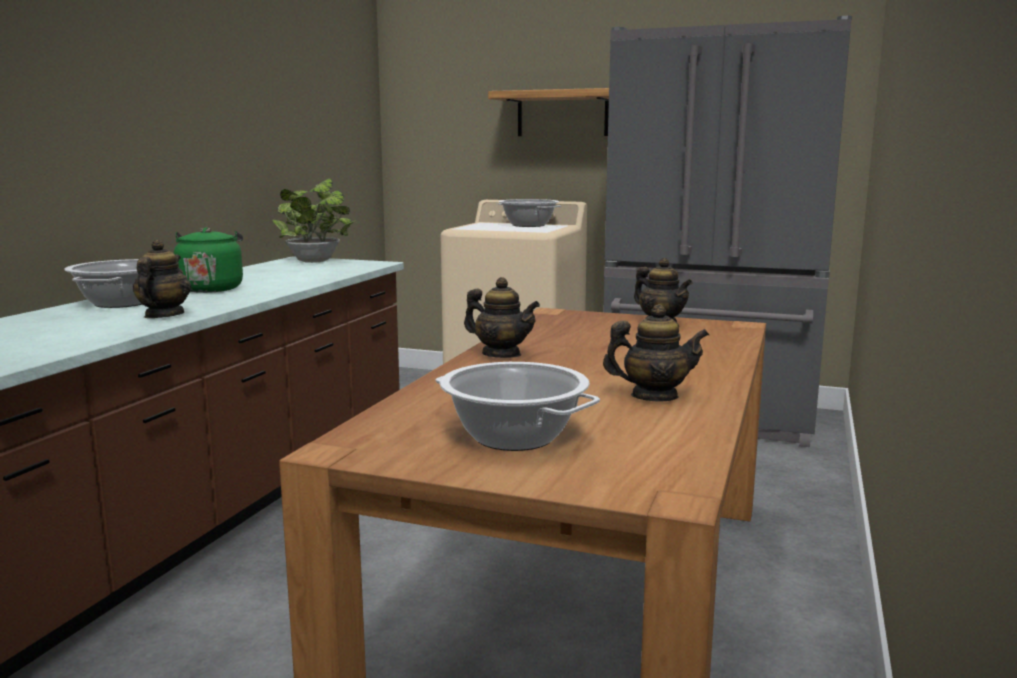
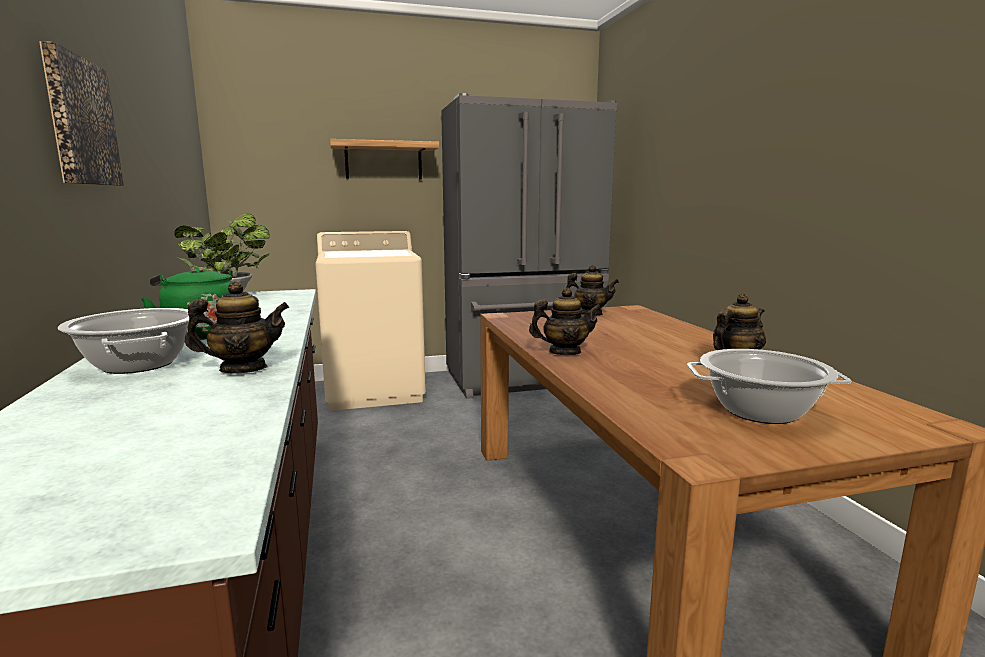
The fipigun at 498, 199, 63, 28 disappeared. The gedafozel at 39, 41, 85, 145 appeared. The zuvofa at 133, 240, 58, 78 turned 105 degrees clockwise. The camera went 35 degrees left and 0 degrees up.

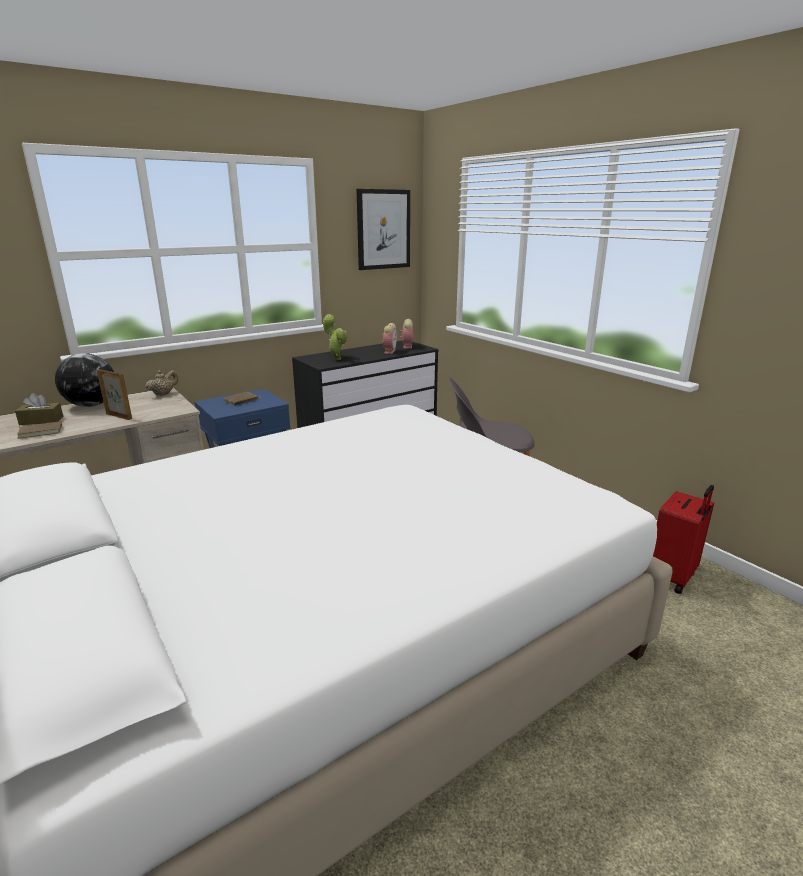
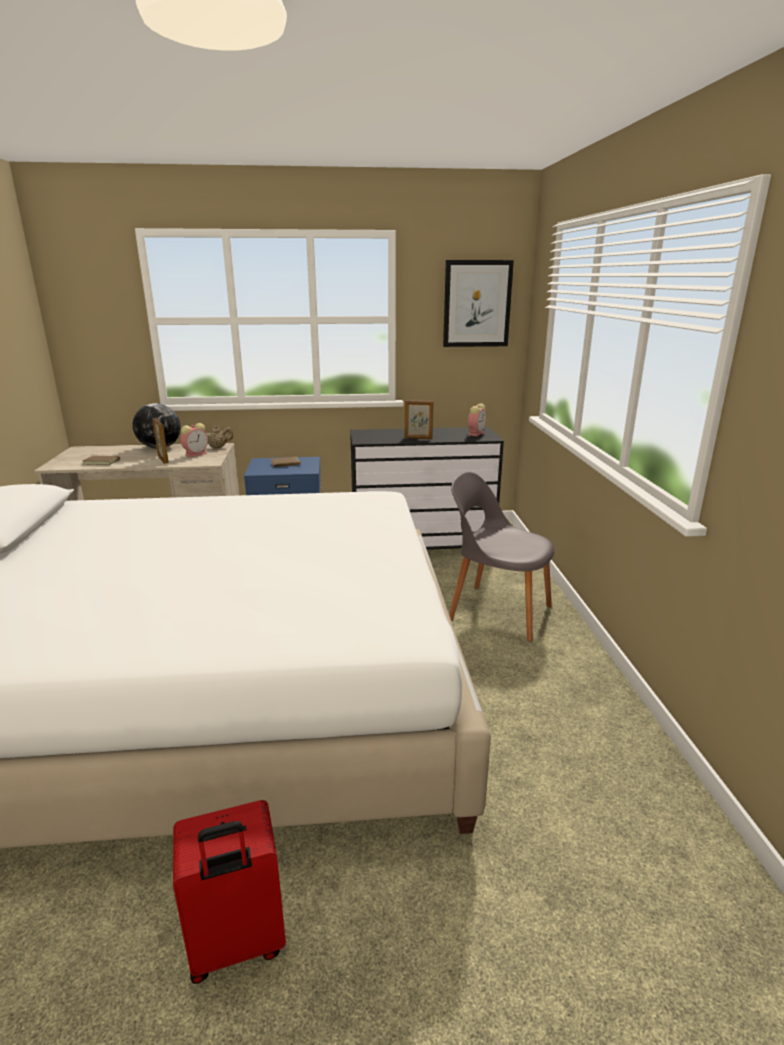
The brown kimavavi at 15, 393, 48, 32 disappeared. The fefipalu at 323, 314, 25, 46 disappeared. The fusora at 405, 400, 29, 39 appeared. The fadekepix moved from 382, 323, 15, 31 to 181, 423, 27, 34. The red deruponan moved from 653, 485, 61, 109 to 173, 800, 113, 184. The camera went 30 degrees right and 0 degrees up.

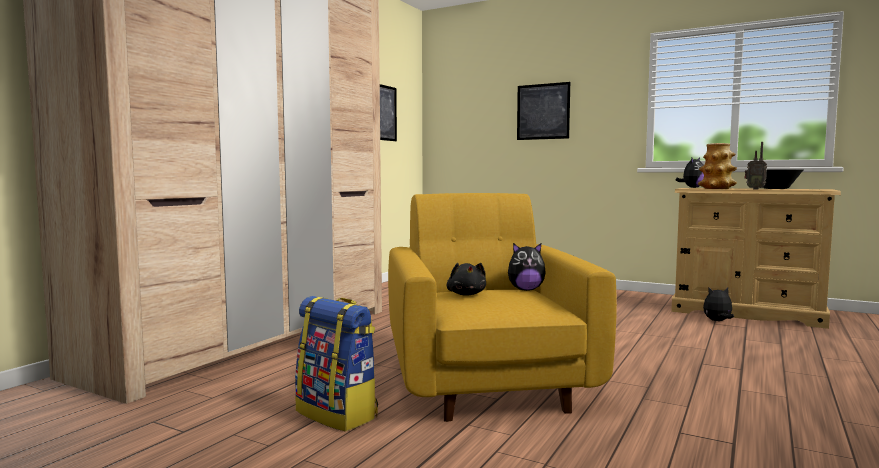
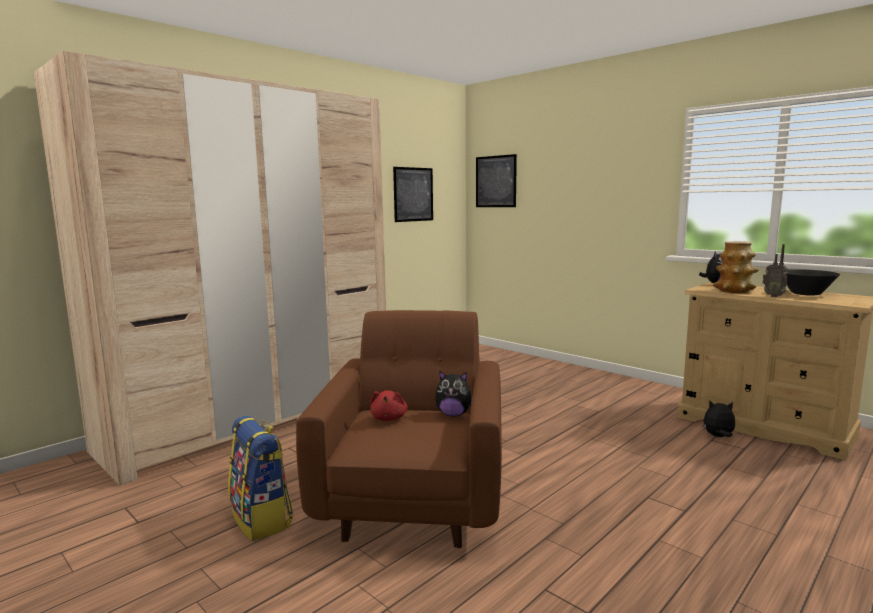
The gedafozel moved from 517, 82, 53, 58 to 476, 154, 41, 53. The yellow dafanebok at 388, 193, 229, 229 became the brown dafanebok at 296, 310, 206, 238. The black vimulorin at 447, 263, 39, 33 became the red vimulorin at 370, 390, 38, 31. The camera went 15 degrees right and 5 degrees up.

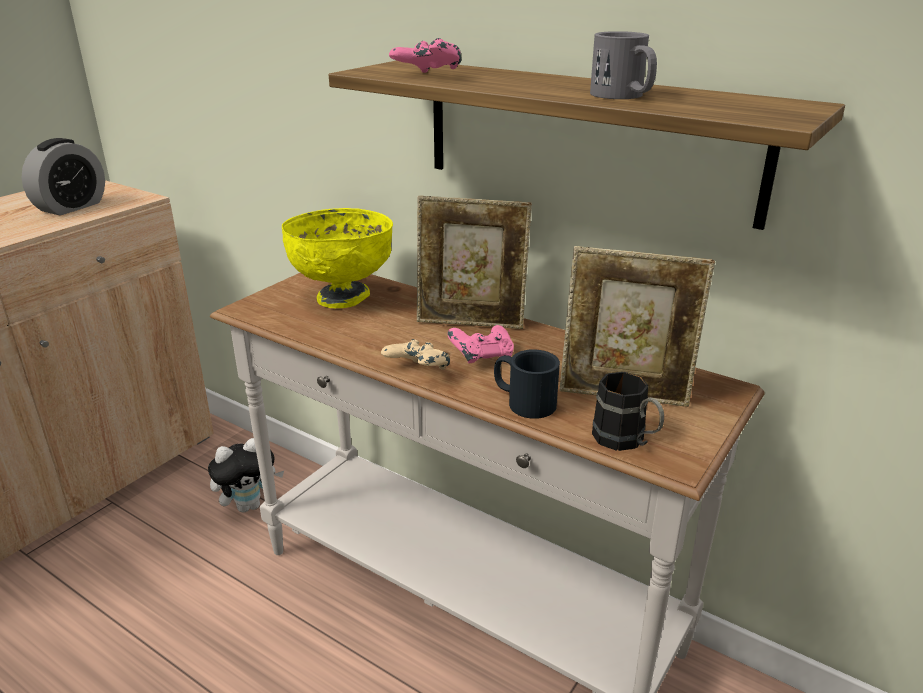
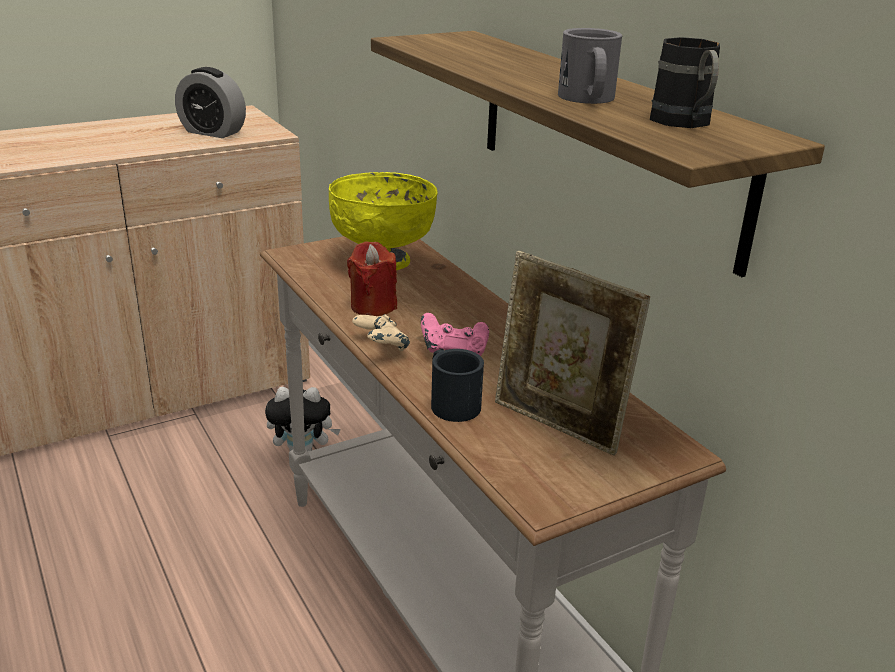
The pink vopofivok at 389, 38, 72, 35 disappeared. The fusora at 417, 195, 115, 134 disappeared. The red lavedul at 347, 242, 50, 74 appeared. The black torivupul moved from 592, 372, 72, 79 to 650, 37, 70, 91. The fadekepix at 21, 138, 84, 78 turned 60 degrees clockwise. The camera went 25 degrees right and 0 degrees up.

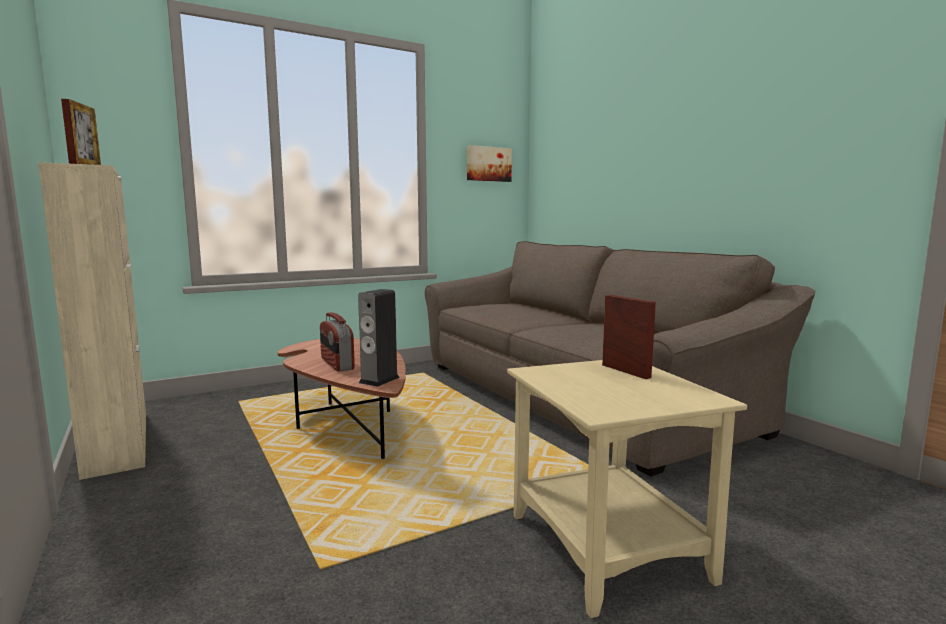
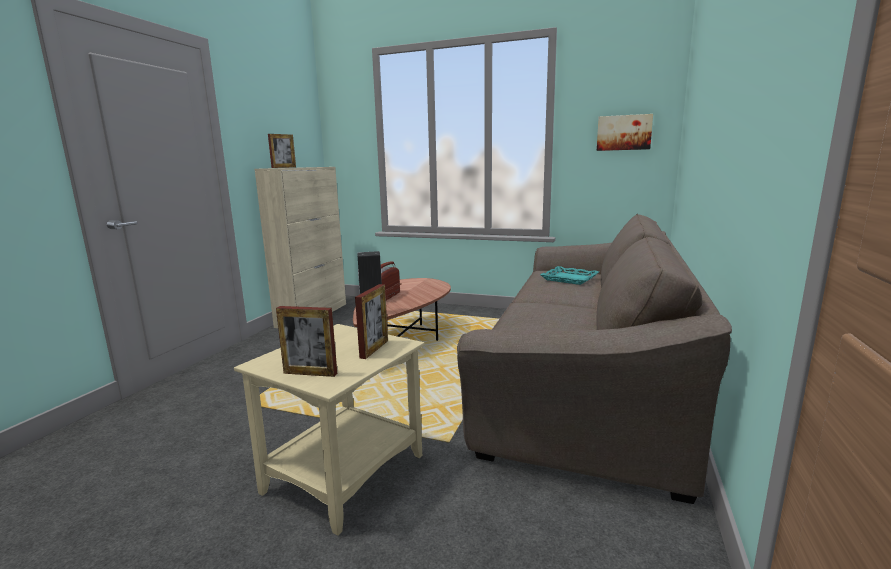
The fusora at 276, 306, 61, 71 appeared. The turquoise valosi at 540, 266, 59, 19 appeared. The camera went 50 degrees right and 5 degrees up.

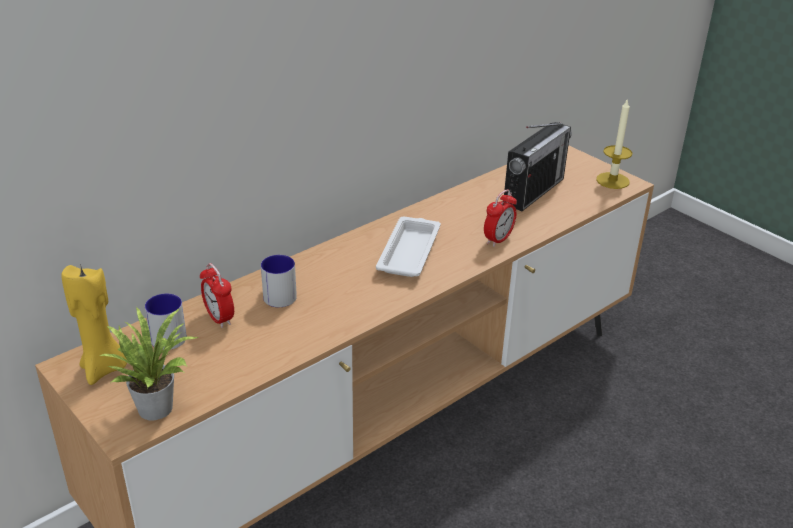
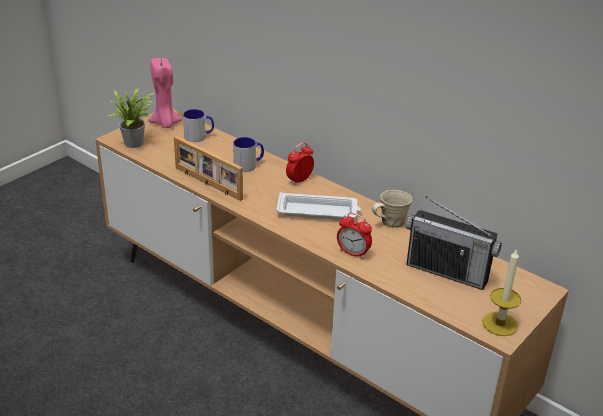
The fusora at 174, 136, 69, 65 appeared. The beige torivupul at 372, 190, 40, 37 appeared. The fadekepix moved from 200, 263, 34, 65 to 286, 143, 28, 42. The yellow lavedul at 61, 264, 66, 121 became the pink lavedul at 148, 58, 34, 70. The camera went 80 degrees right and 0 degrees up.

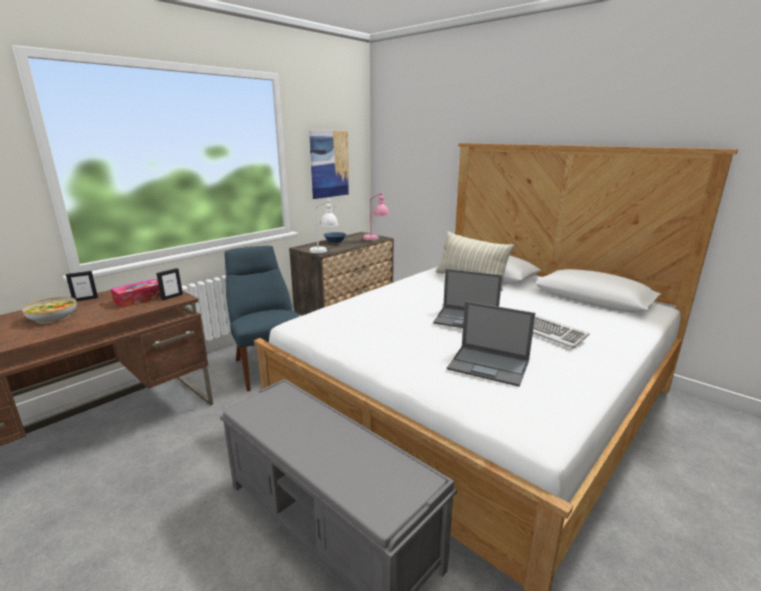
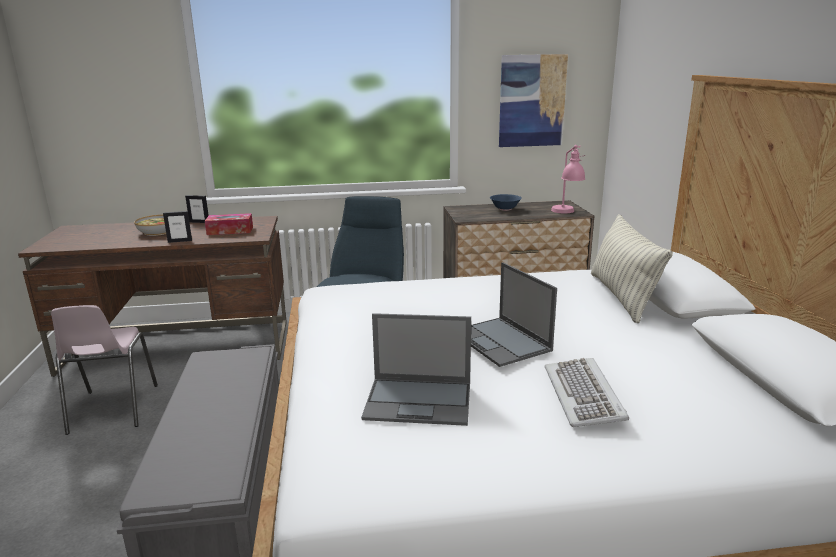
The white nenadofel at 309, 199, 29, 54 disappeared. The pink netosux at 51, 305, 107, 130 appeared. The fusora moved from 156, 268, 27, 33 to 163, 211, 29, 32. The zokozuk at 447, 301, 88, 86 turned 60 degrees counterclockwise. The camera went 40 degrees right and 0 degrees up.

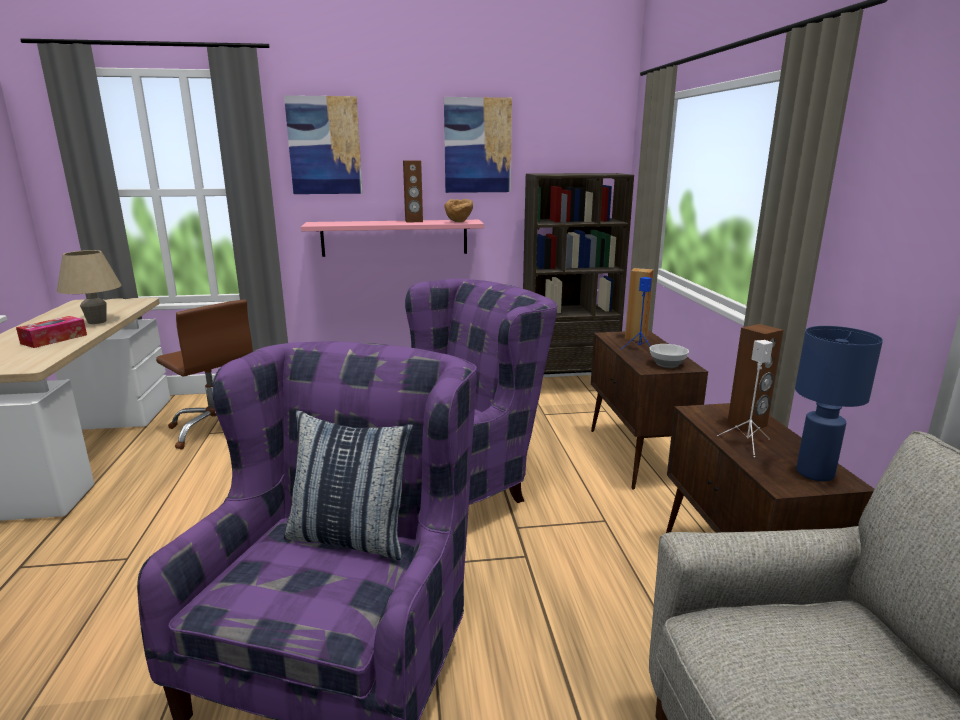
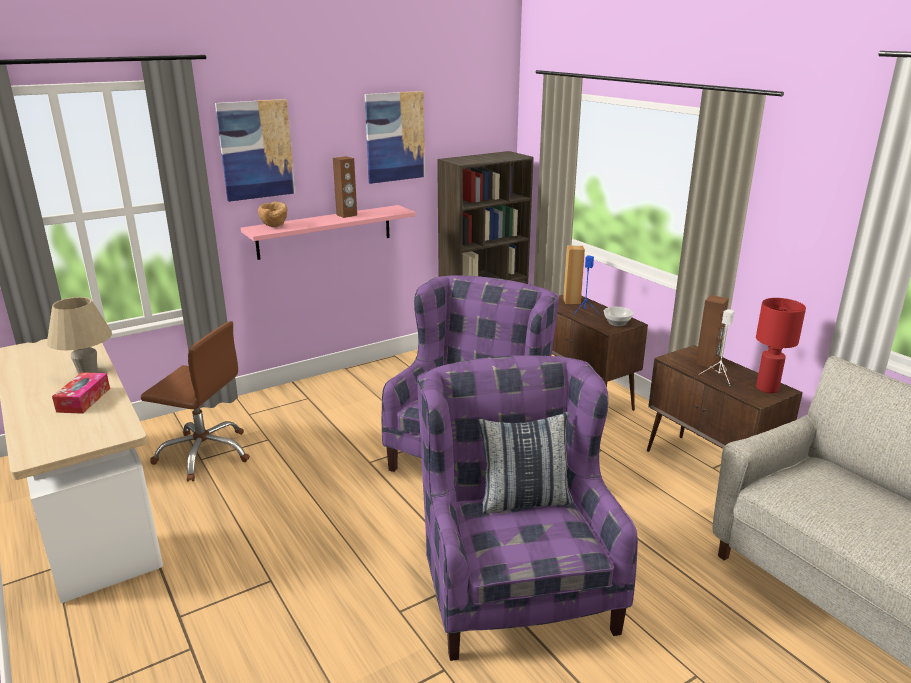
The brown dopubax moved from 444, 199, 29, 23 to 258, 202, 29, 25. The blue nenadofel at 795, 326, 88, 155 became the red nenadofel at 756, 298, 50, 95. The camera went 25 degrees left and 5 degrees up.

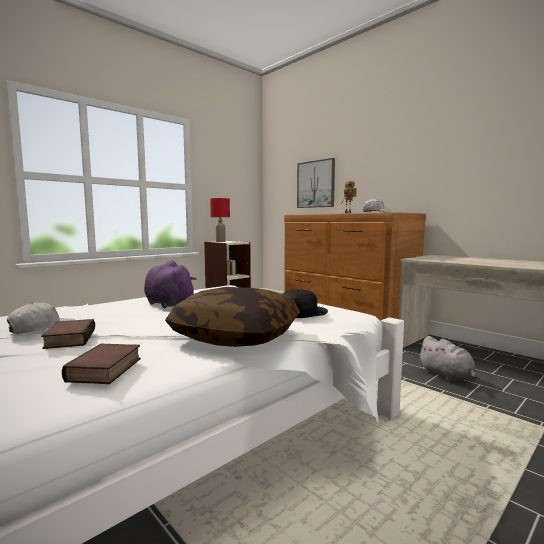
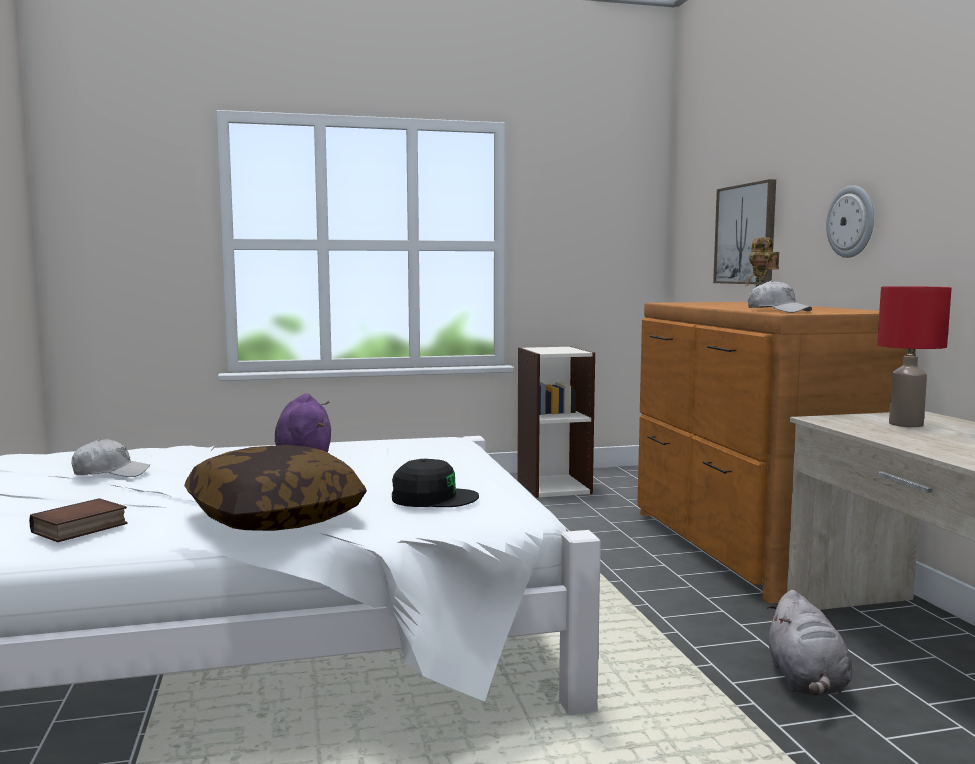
The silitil at 41, 319, 54, 30 disappeared. The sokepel at 826, 185, 48, 73 appeared. The red nenadofel moved from 210, 198, 20, 44 to 877, 286, 75, 141. The camera went 30 degrees right and 0 degrees up.

